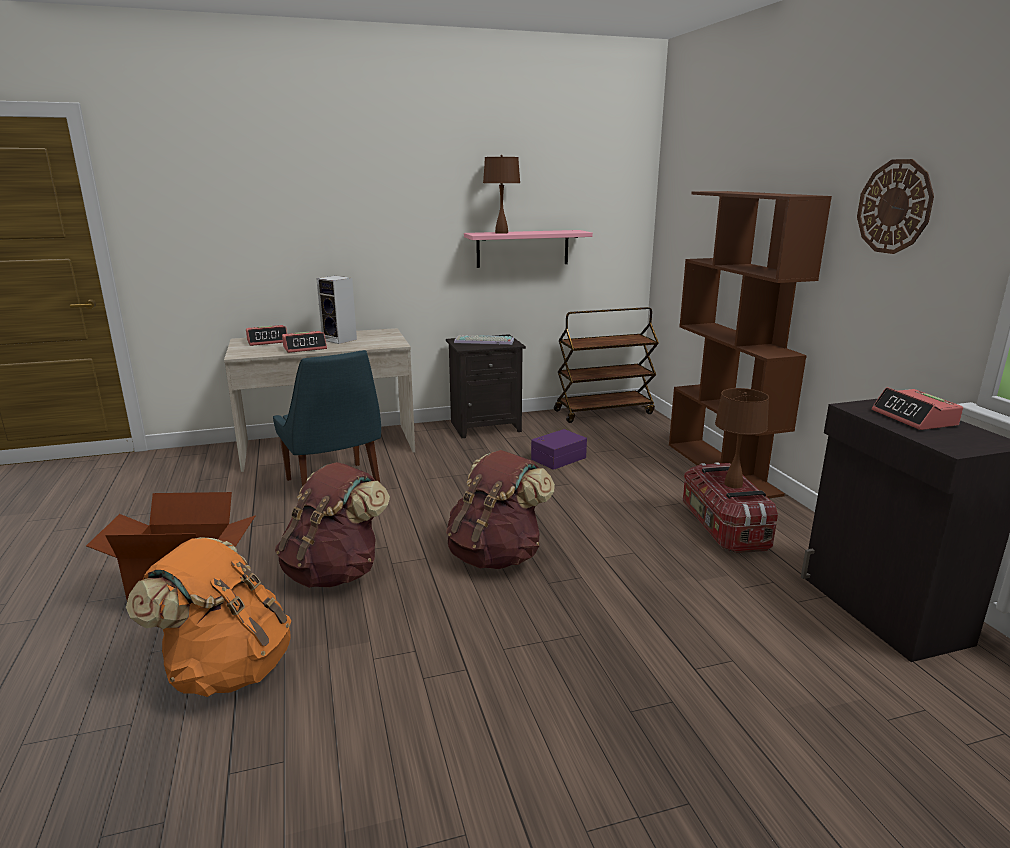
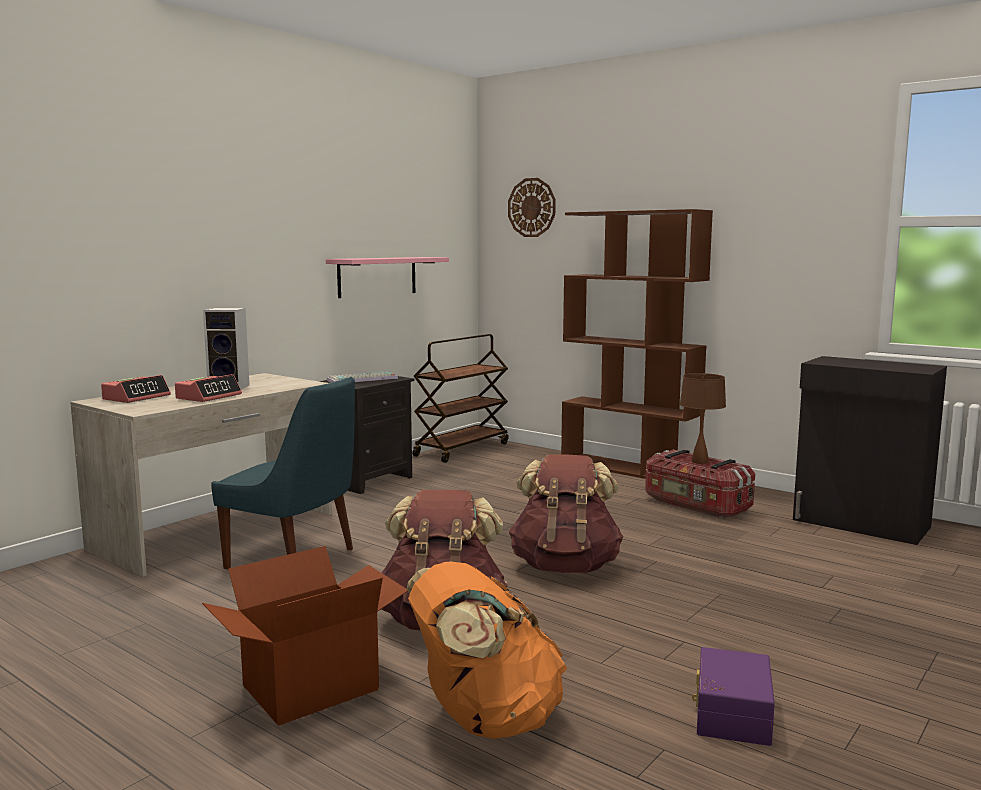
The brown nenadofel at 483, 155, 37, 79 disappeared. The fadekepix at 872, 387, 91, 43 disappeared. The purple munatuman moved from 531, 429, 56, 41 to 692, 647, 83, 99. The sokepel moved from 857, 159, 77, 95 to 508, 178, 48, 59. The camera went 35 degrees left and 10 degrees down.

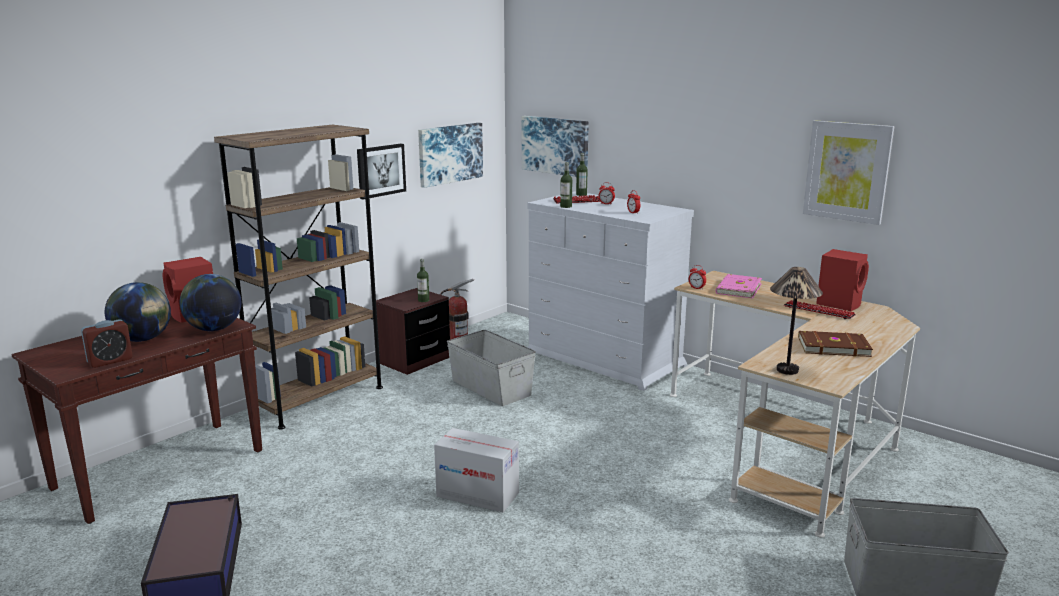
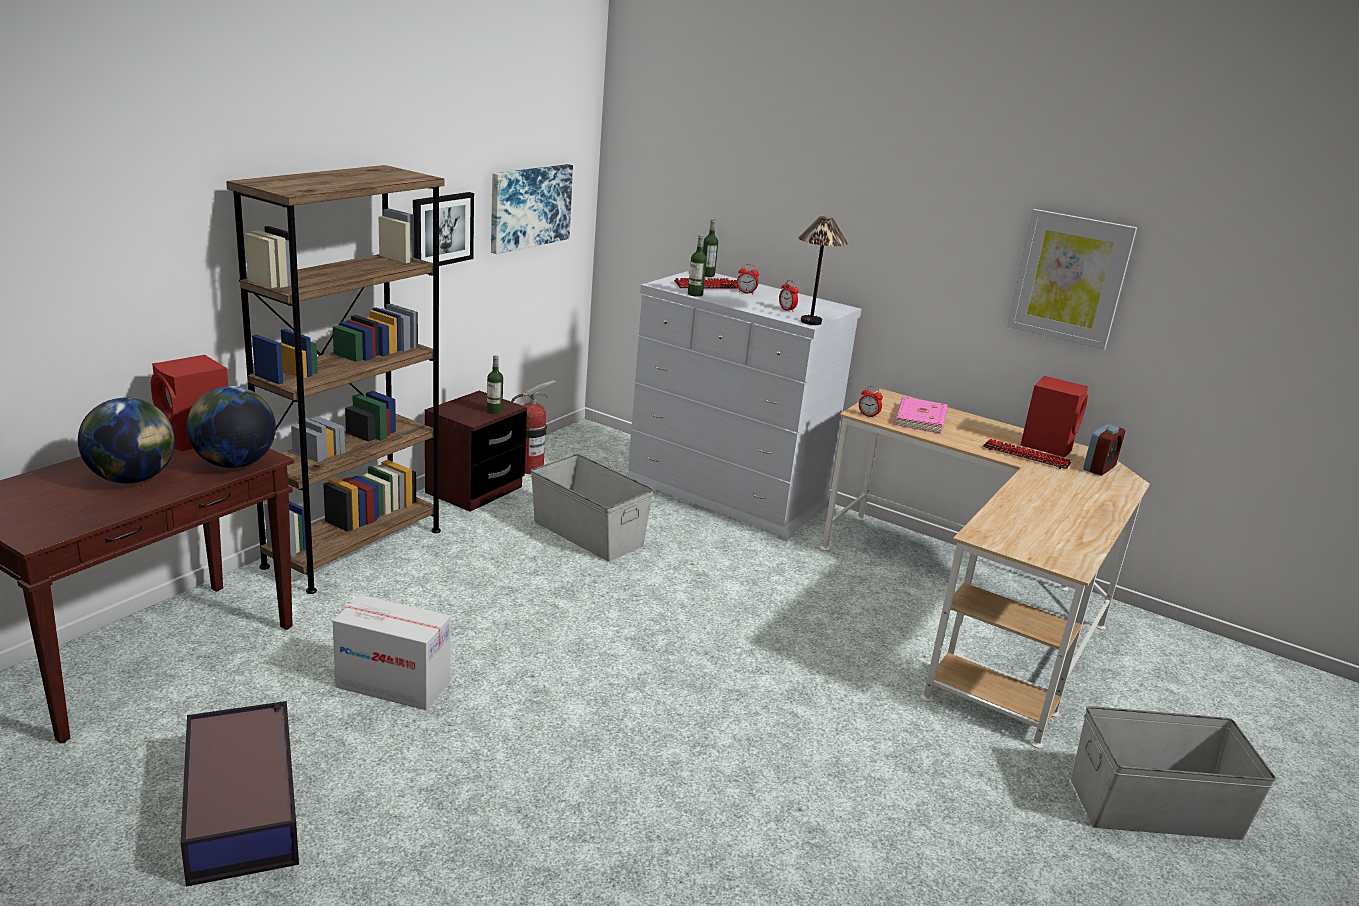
The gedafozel at 522, 116, 67, 61 disappeared. The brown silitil at 798, 331, 75, 26 disappeared. The fadekepix moved from 81, 319, 52, 49 to 1083, 424, 42, 52. The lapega moved from 434, 428, 85, 84 to 333, 595, 118, 115. The nenadofel moved from 770, 267, 53, 108 to 799, 216, 49, 109. The camera went 10 degrees left and 5 degrees up.

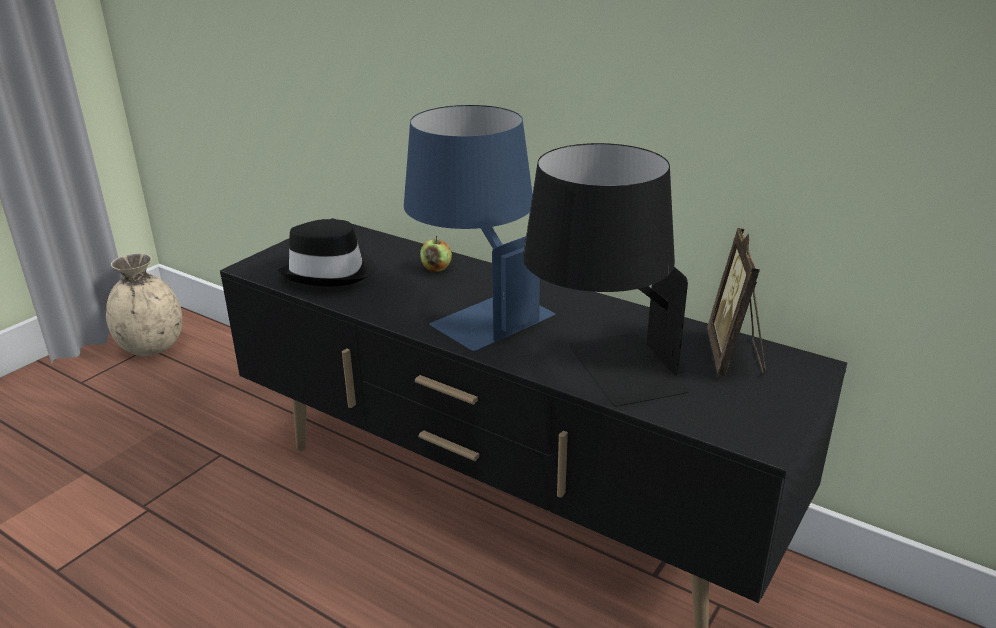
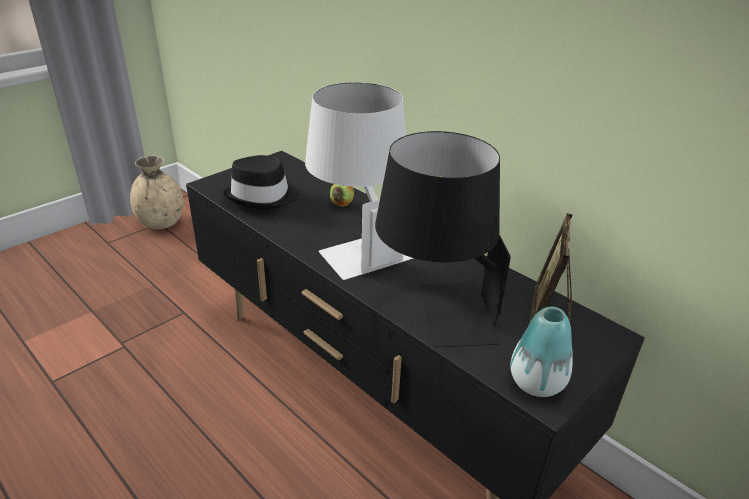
The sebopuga at 511, 307, 62, 90 appeared. The blue nenadofel at 404, 105, 151, 246 became the white nenadofel at 305, 82, 109, 198. The camera went 10 degrees right and 5 degrees up.

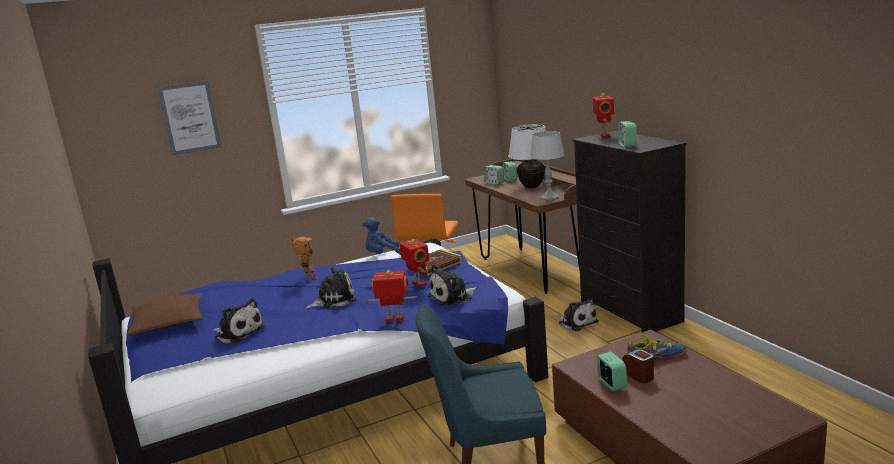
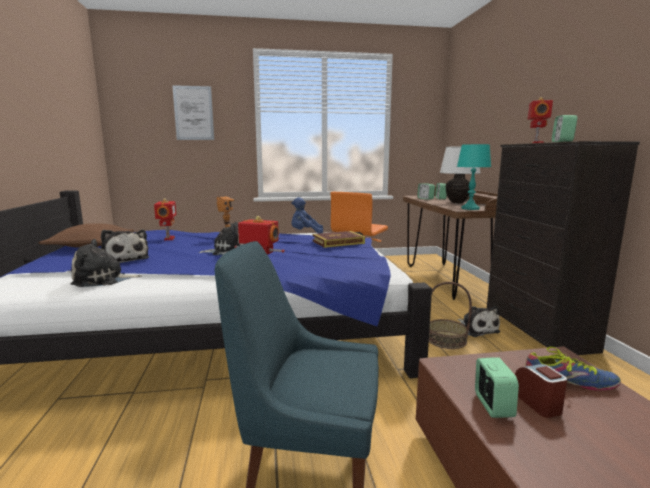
The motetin at 429, 282, 43, 67 appeared. The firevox moved from 399, 239, 30, 48 to 154, 198, 23, 42. The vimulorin moved from 428, 264, 49, 42 to 71, 239, 71, 48. The grey nenadofel at 530, 131, 35, 70 became the turquoise nenadofel at 457, 144, 34, 66. The camera went 15 degrees right and 5 degrees down.

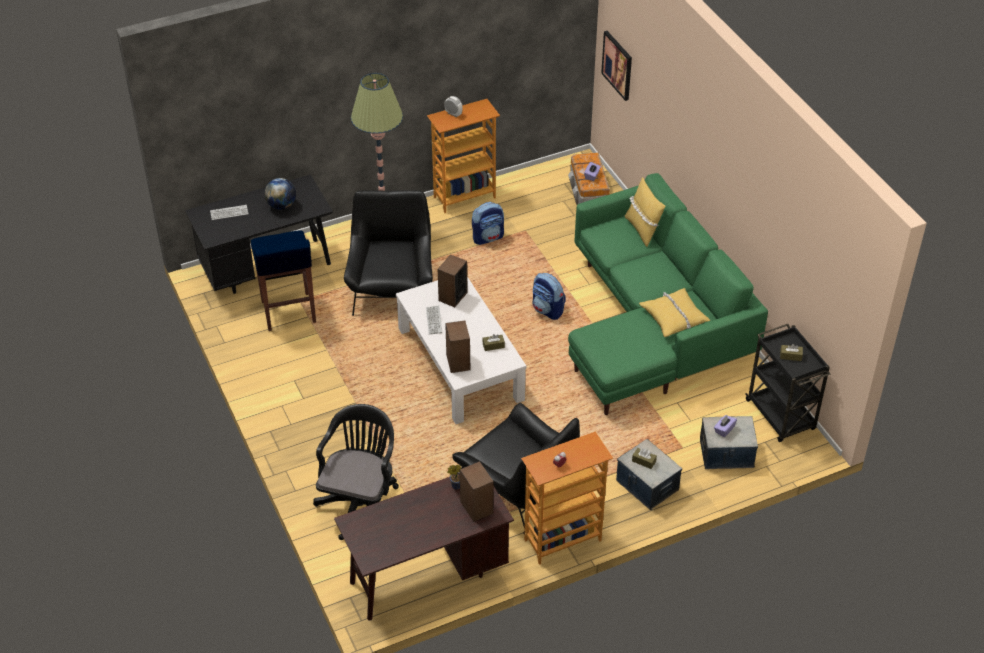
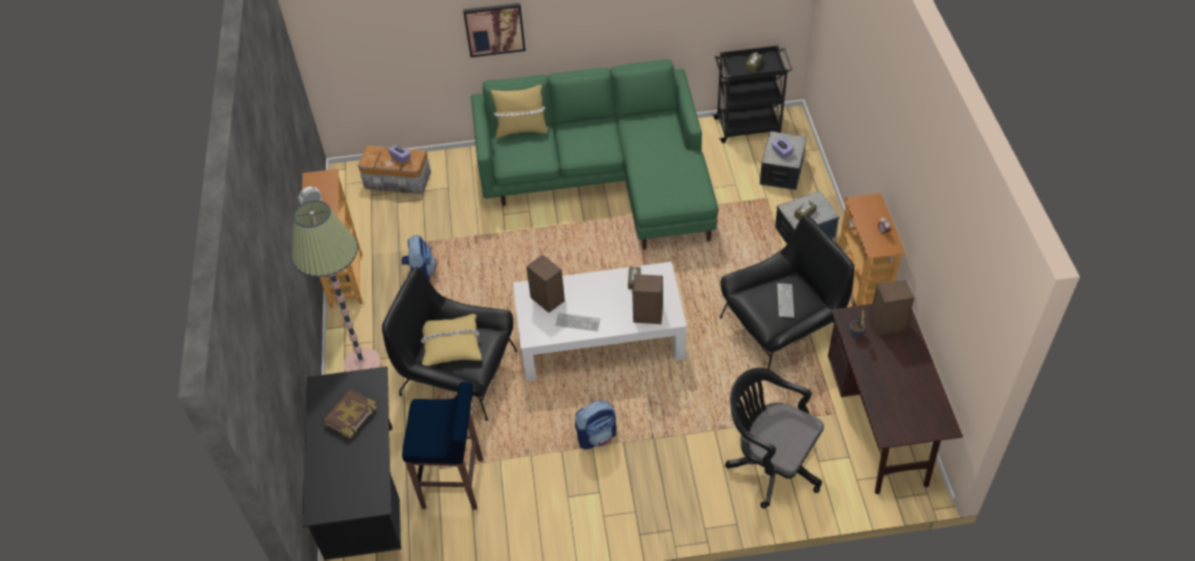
The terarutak moved from 210, 205, 38, 15 to 777, 283, 17, 35. The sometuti moved from 533, 273, 33, 47 to 575, 400, 42, 49. The gedafozel moved from 601, 31, 31, 70 to 463, 3, 63, 54. The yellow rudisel moved from 639, 288, 71, 49 to 421, 314, 61, 52. The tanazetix at 264, 178, 32, 31 was replaced by the silitil at 323, 390, 54, 49. The camera went 70 degrees left and 5 degrees up.

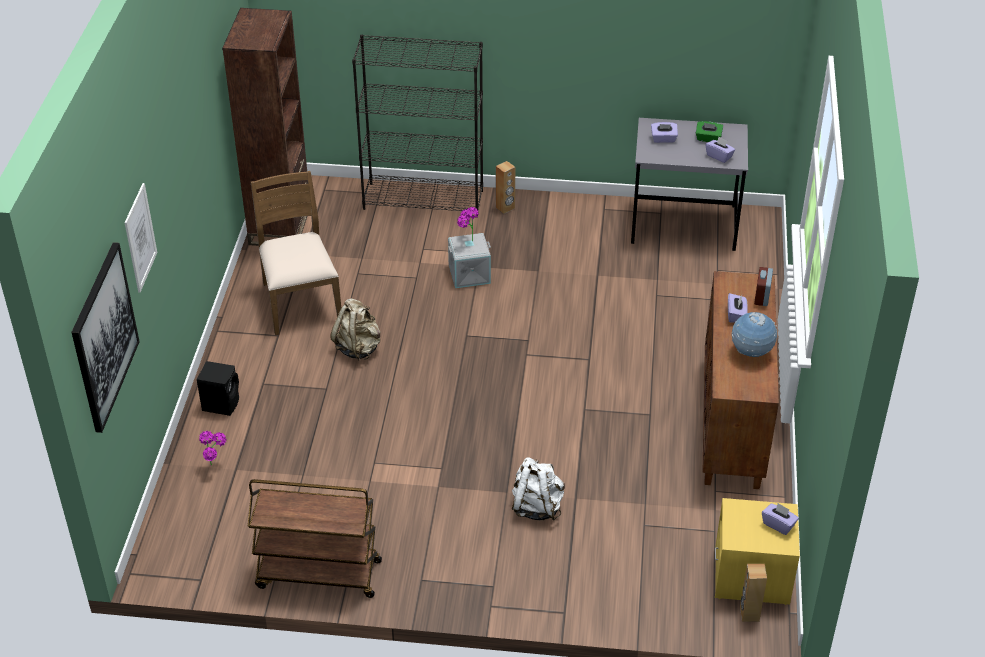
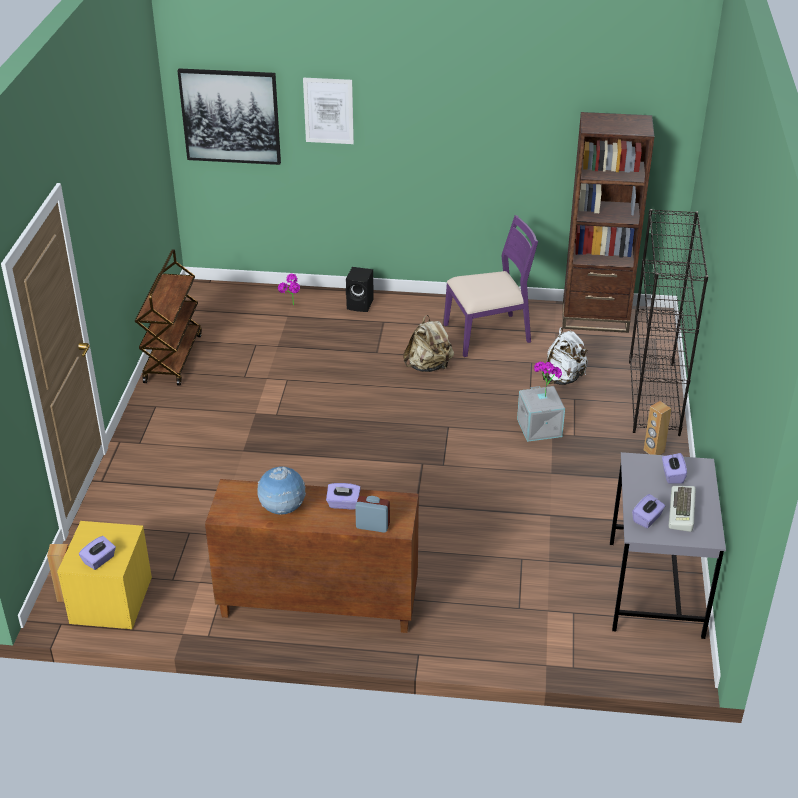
The white sometuti moved from 512, 457, 53, 64 to 542, 327, 46, 58. The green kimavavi at 696, 121, 27, 21 was replaced by the terarutak at 669, 486, 27, 46. The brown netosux at 251, 171, 90, 164 became the purple netosux at 444, 215, 94, 142. The camera went 90 degrees right and 5 degrees down.

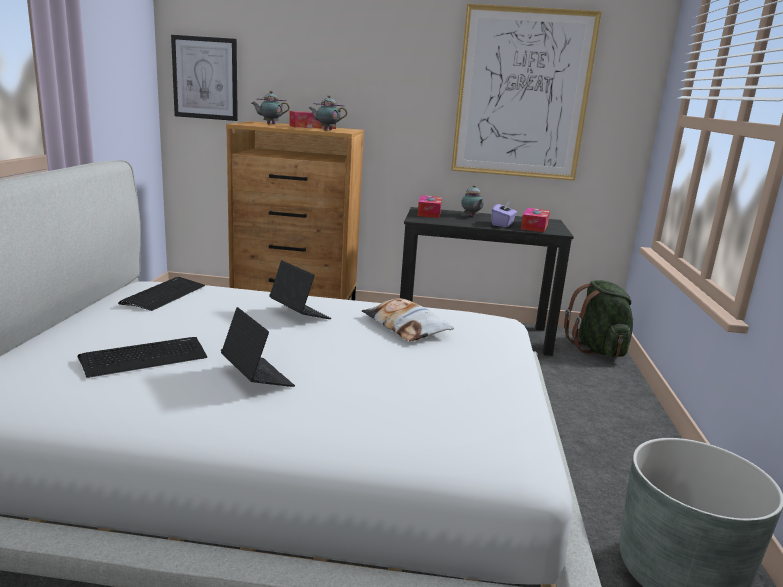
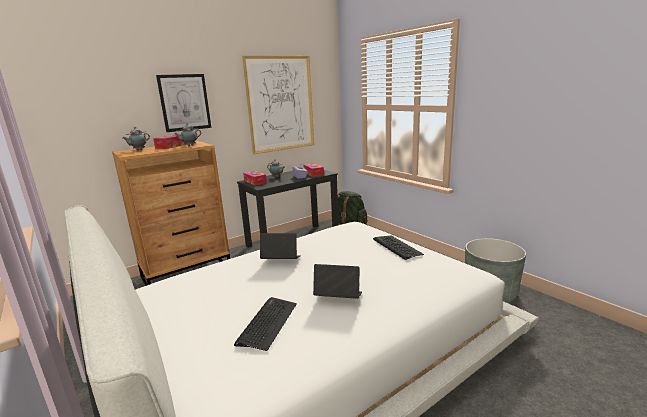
The rudisel at 362, 298, 92, 44 disappeared. The terarutak moved from 118, 277, 87, 34 to 373, 236, 51, 24. The gedafozel moved from 171, 35, 67, 86 to 156, 74, 55, 58. The camera went 40 degrees left and 0 degrees up.

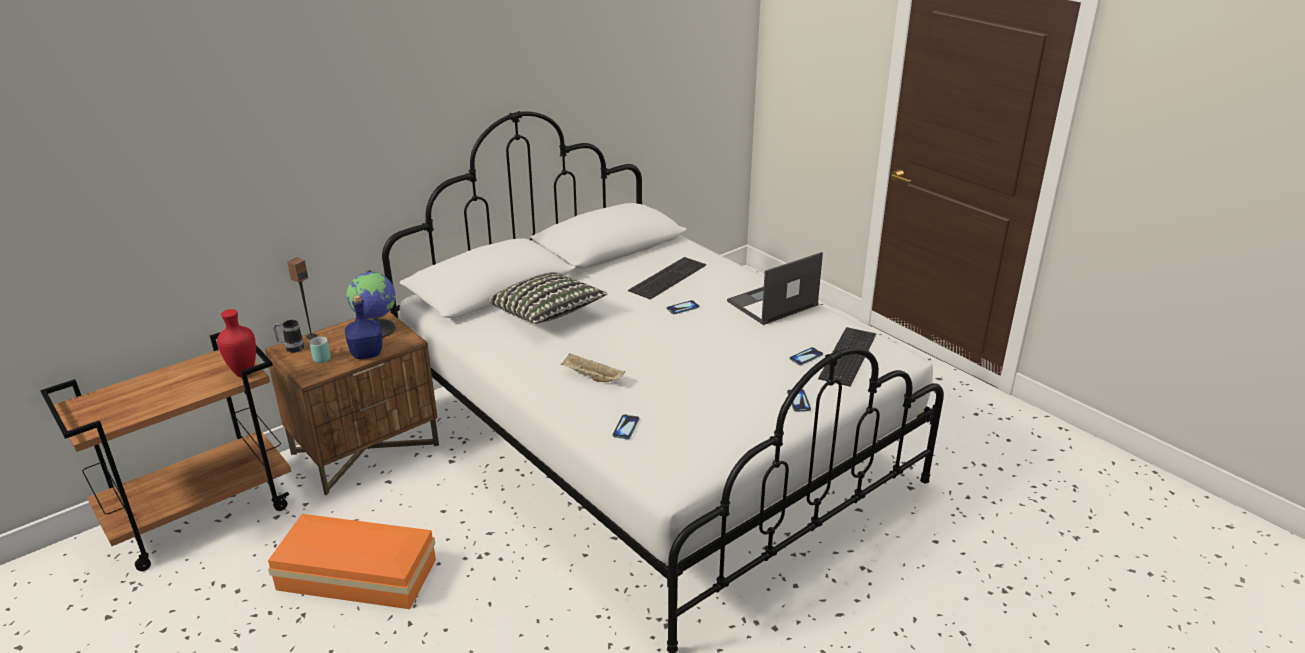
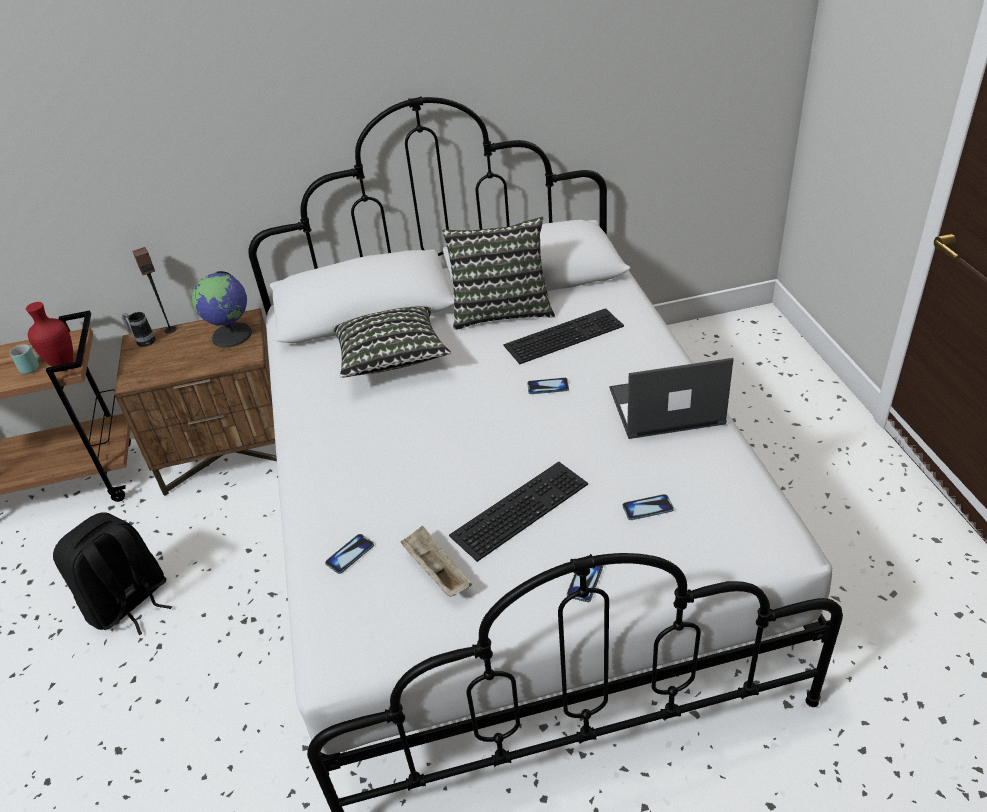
The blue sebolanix at 345, 295, 37, 64 disappeared. The rudisel at 442, 217, 113, 113 appeared. The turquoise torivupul moved from 309, 337, 22, 26 to 10, 344, 30, 30. The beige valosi moved from 561, 353, 64, 29 to 401, 525, 71, 72. The terarutak moved from 818, 327, 58, 60 to 449, 462, 139, 100. The orange munatuman at 268, 514, 168, 95 was replaced by the black sometuti at 53, 512, 119, 123. The camera went 30 degrees right and 10 degrees up.

